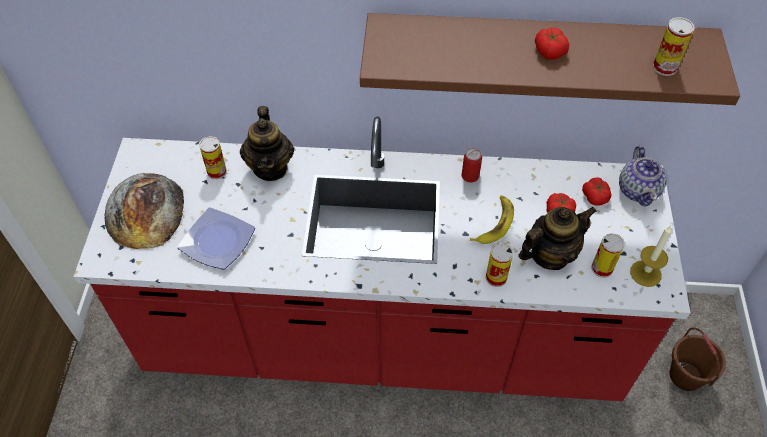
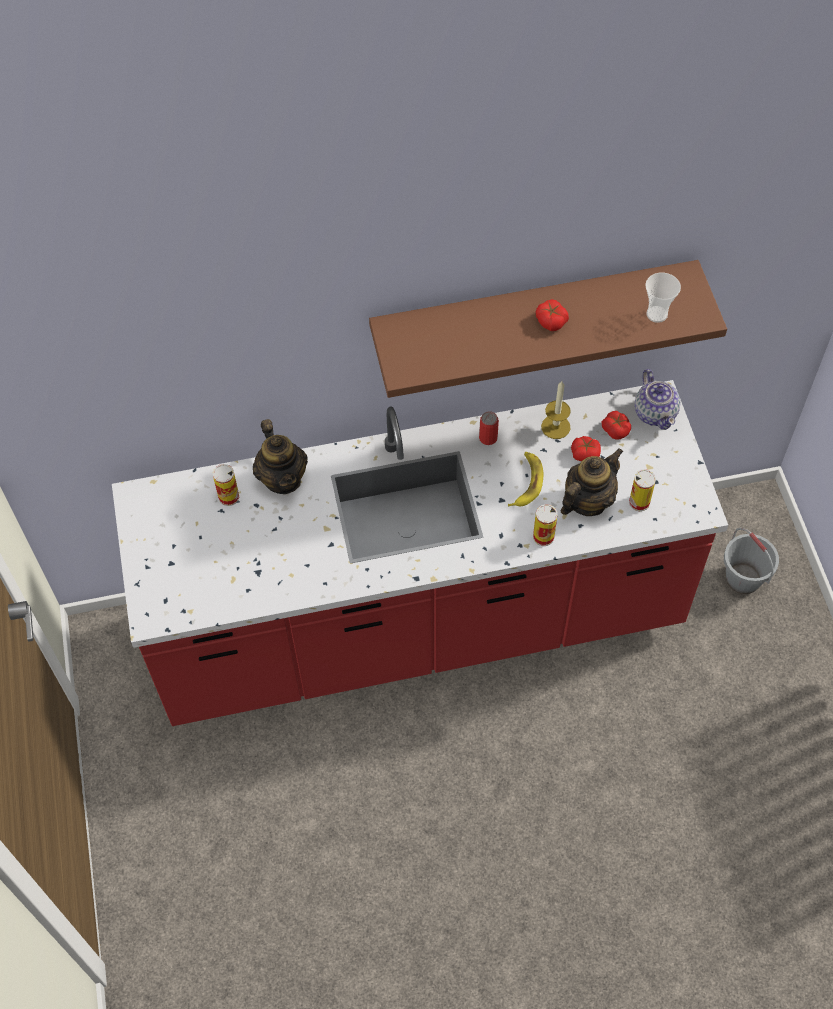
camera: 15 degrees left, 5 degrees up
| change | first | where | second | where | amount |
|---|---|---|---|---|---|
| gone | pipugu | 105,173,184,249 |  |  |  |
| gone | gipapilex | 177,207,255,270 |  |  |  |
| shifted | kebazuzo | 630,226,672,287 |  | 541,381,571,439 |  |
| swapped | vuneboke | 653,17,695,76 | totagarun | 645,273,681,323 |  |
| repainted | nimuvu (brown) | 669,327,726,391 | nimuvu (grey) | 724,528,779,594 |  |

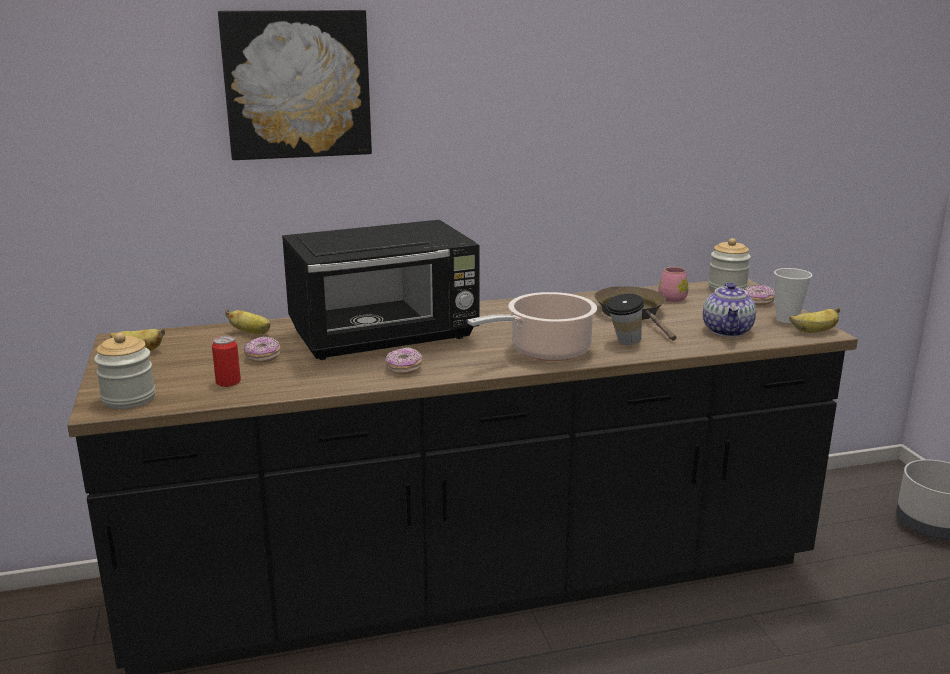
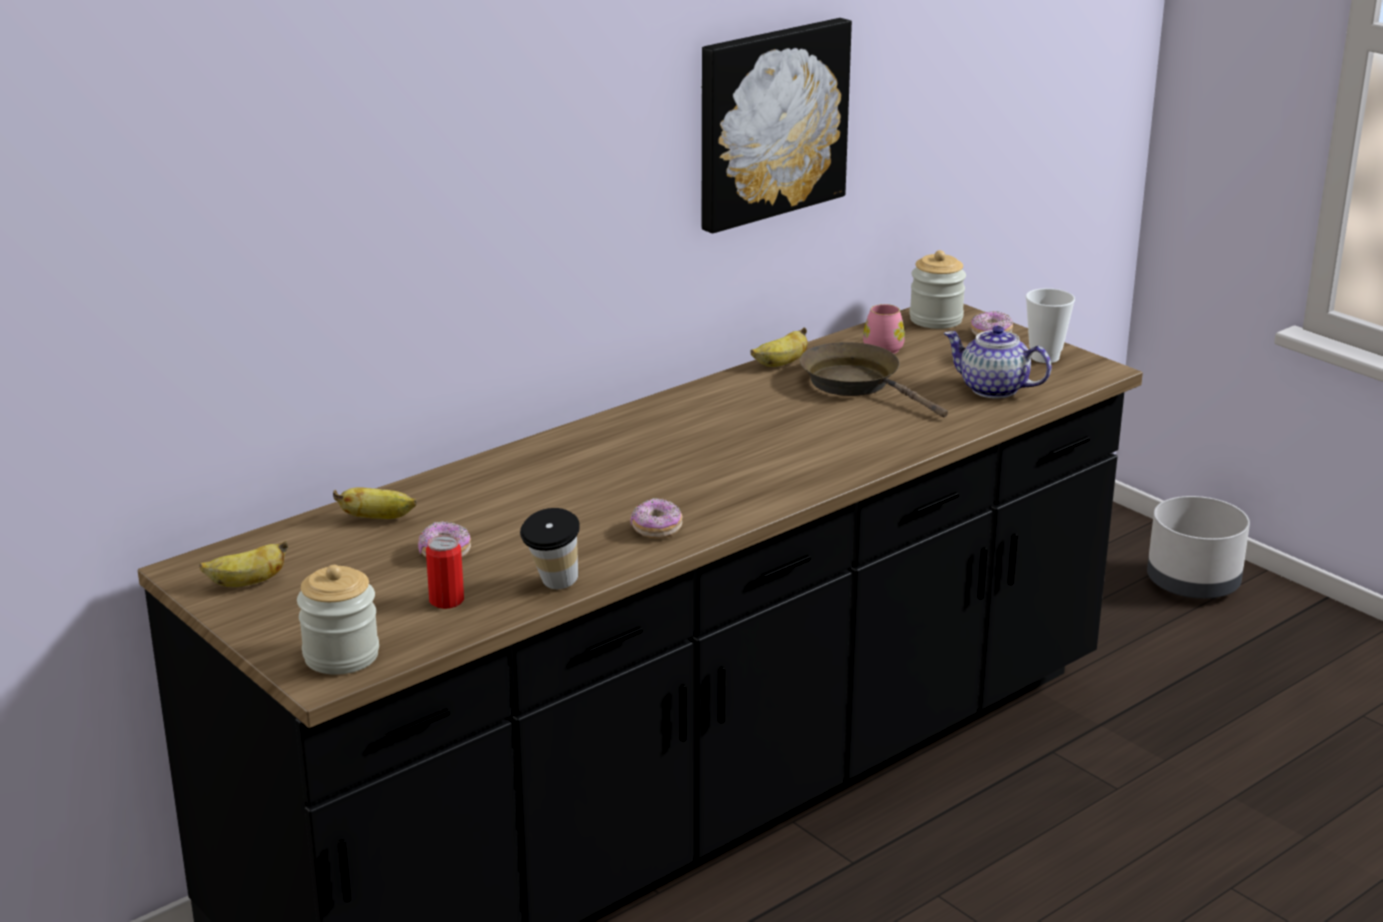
camera: 25 degrees left, 5 degrees up
| change | first | where | second | where | amount |
|---|---|---|---|---|---|
| gone | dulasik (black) | 282,220,480,360 |  |  |  |
| gone | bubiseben | 467,292,597,361 |  |  |  |
| shifted | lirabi | 218,10,372,160 |  | 701,18,852,233 |  |
| shifted | totagarun | 606,294,644,345 |  | 520,508,580,589 |  |
| shifted | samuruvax | 789,307,840,333 |  | 751,327,808,367 |  |
| rotated | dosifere | 703,282,756,337 |  | 944,325,1052,399 | 135 degrees clockwise |

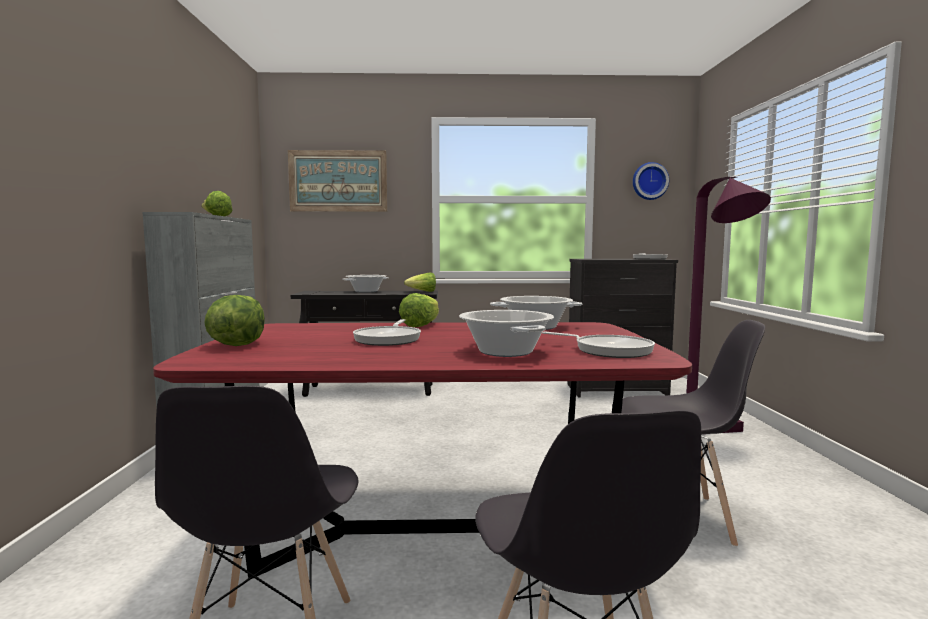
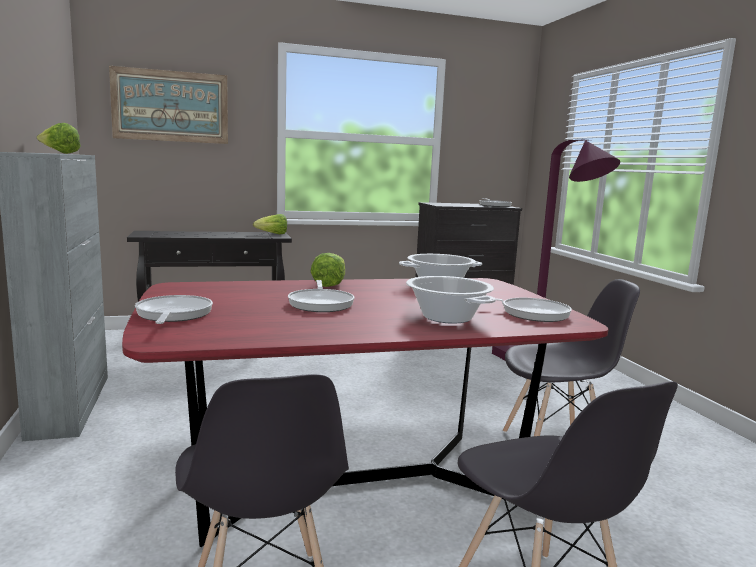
camera: 15 degrees left, 5 degrees up
| change | first | where | second | where | amount |
|---|---|---|---|---|---|
| gone | bubiseben | 342,275,388,292 |  |  |  |
| gone | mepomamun | 633,162,669,200 |  |  |  |
| swapped | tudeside | 204,295,265,346 | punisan | 135,295,213,324 |  |

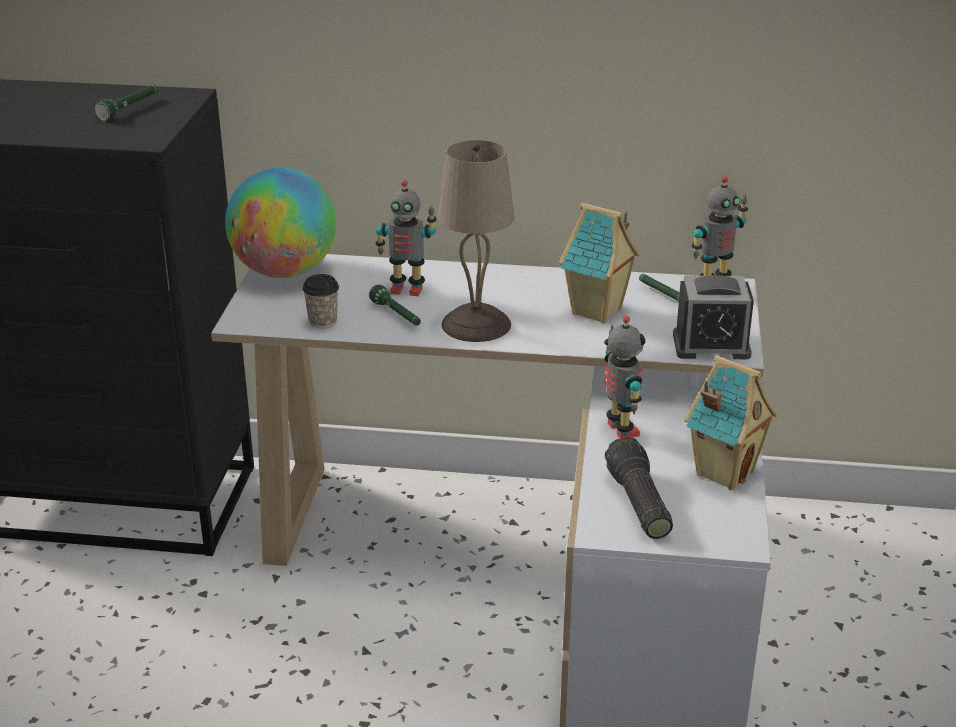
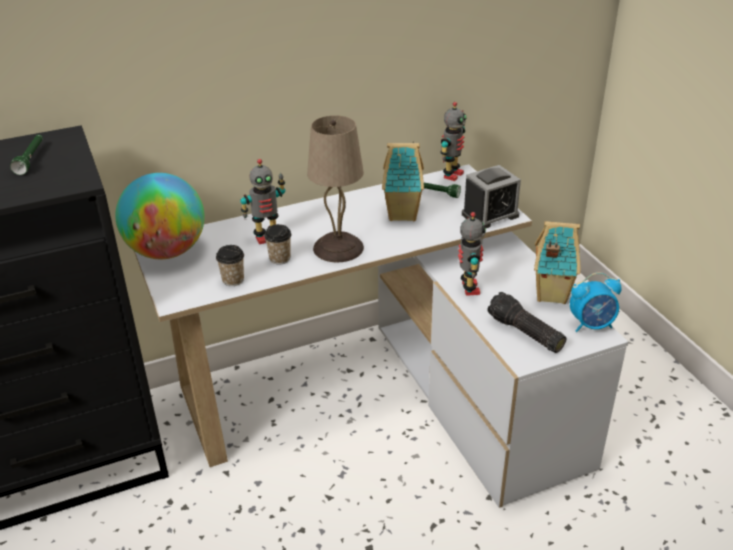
camera: 30 degrees left, 5 degrees up
| change | first | where | second | where | amount |
|---|---|---|---|---|---|
| new |  |  | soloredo | 570,272,622,332 |  |
| swapped | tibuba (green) | 369,284,421,326 | totagarun | 264,224,292,264 |  |
| rotated | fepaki | 603,316,646,439 |  | 458,212,486,296 | 45 degrees clockwise |

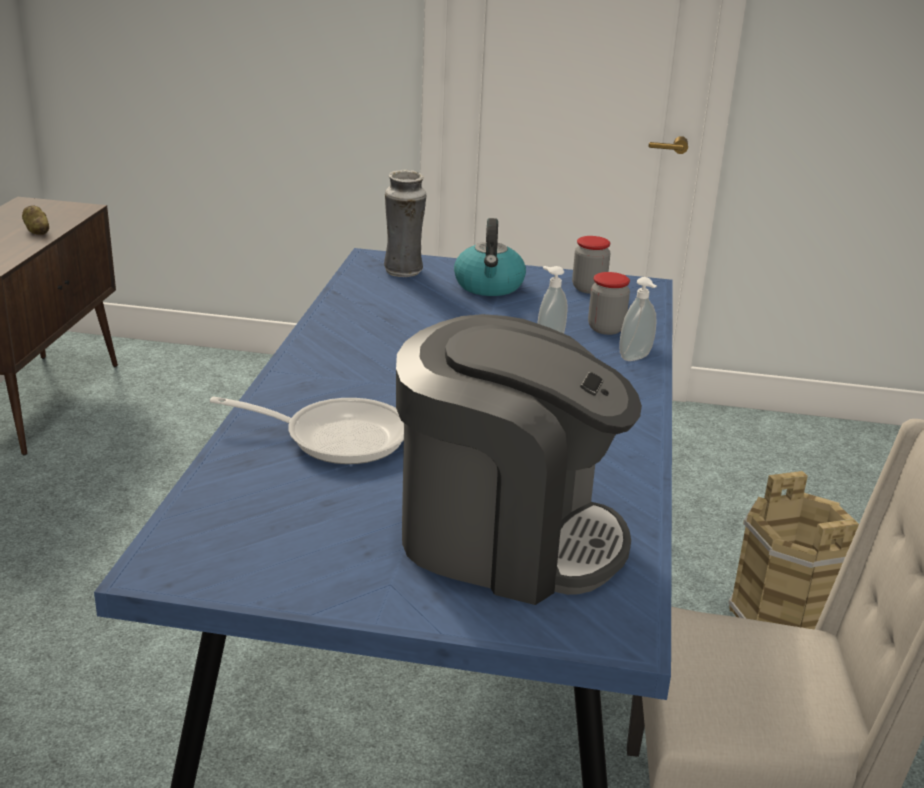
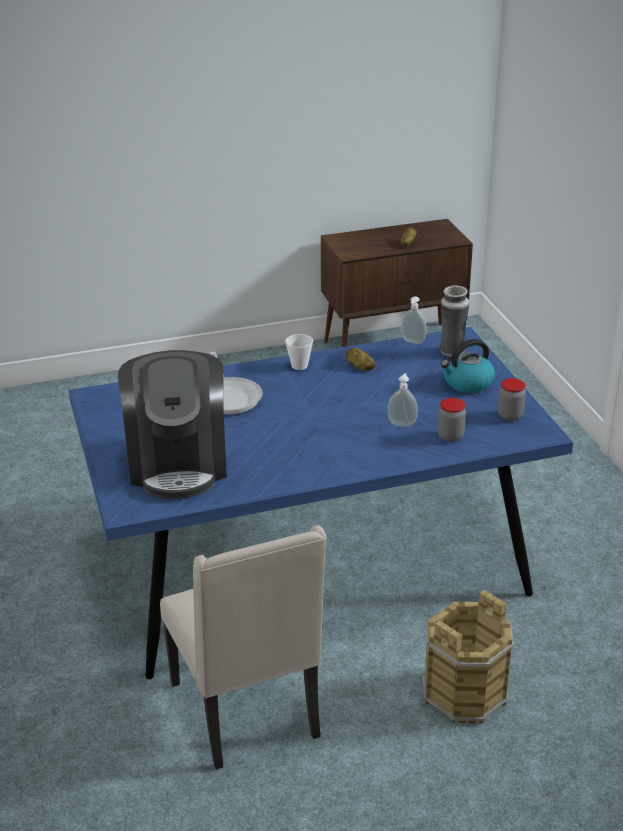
camera: 65 degrees right, 5 degrees up
| change | first | where | second | where | amount |
|---|---|---|---|---|---|
| new |  |  | totagarun | 285,334,313,370 |  |
| new |  |  | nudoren | 346,348,375,370 |  |
| shifted | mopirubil | 619,277,657,361 |  | 401,296,427,344 |  |

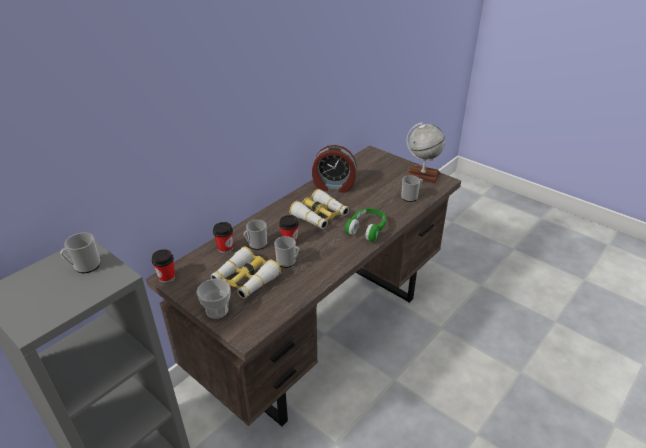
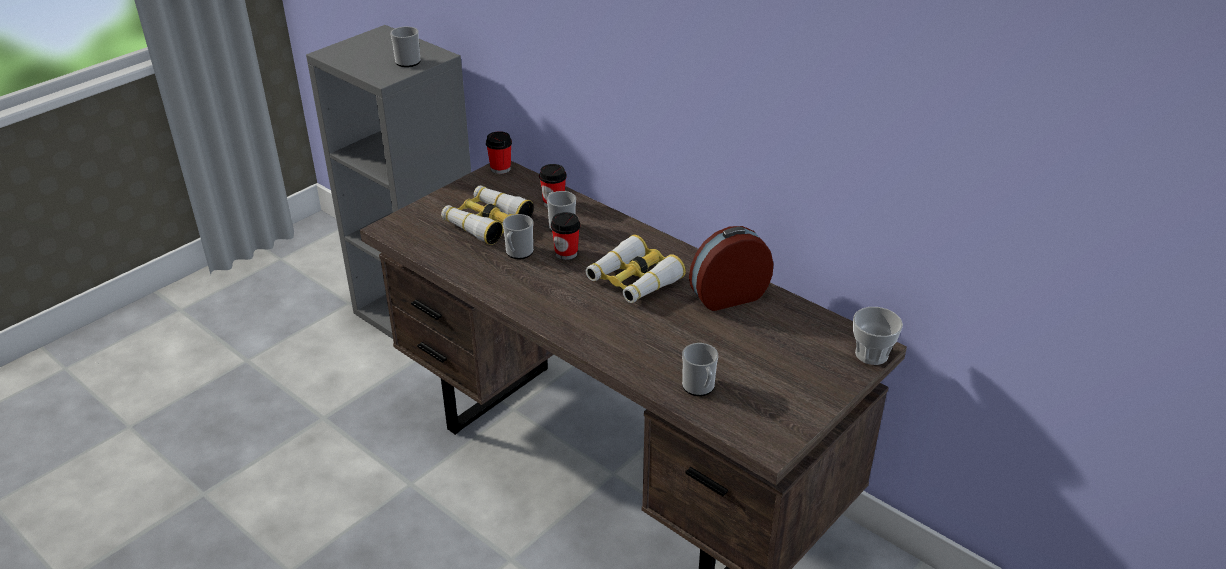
camera: 90 degrees right, 0 degrees up
| change | first | where | second | where | amount |
|---|---|---|---|---|---|
| gone | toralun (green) | 345,208,386,242 |  |  |  |
| gone | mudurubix | 406,122,445,183 |  |  |  |
| shifted | totagarun | 196,279,231,319 |  | 853,307,903,365 |  |
| rotated | soloredo | 312,145,357,193 |  | 689,226,774,311 | 60 degrees clockwise |

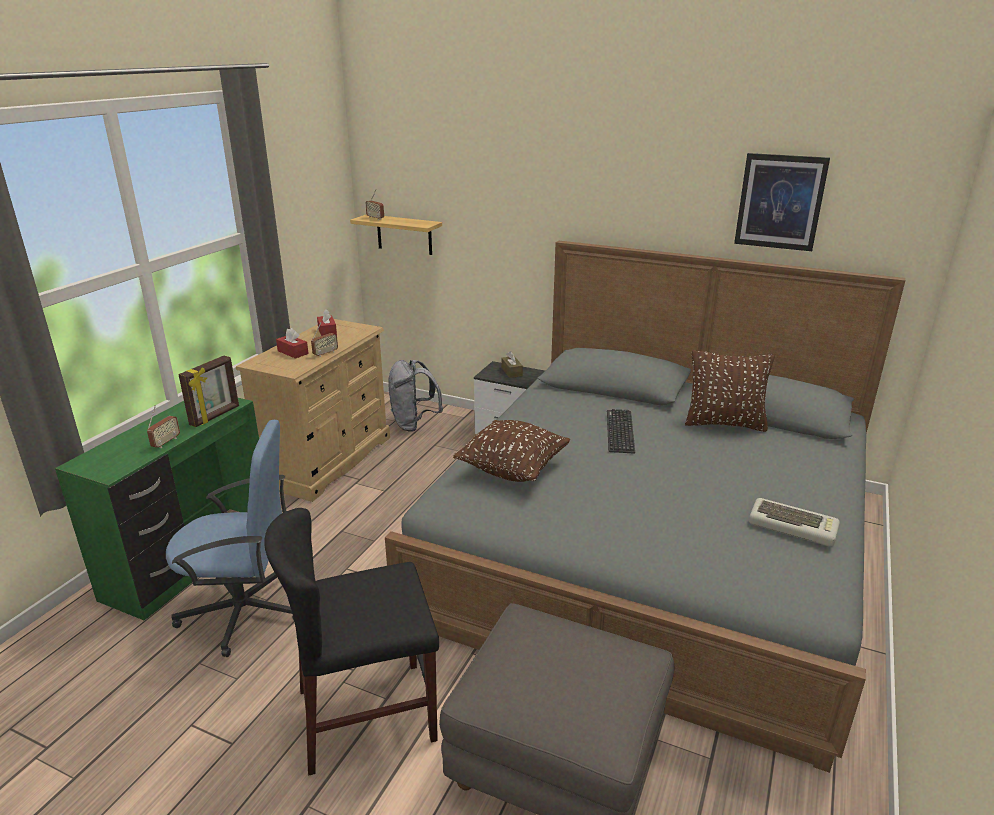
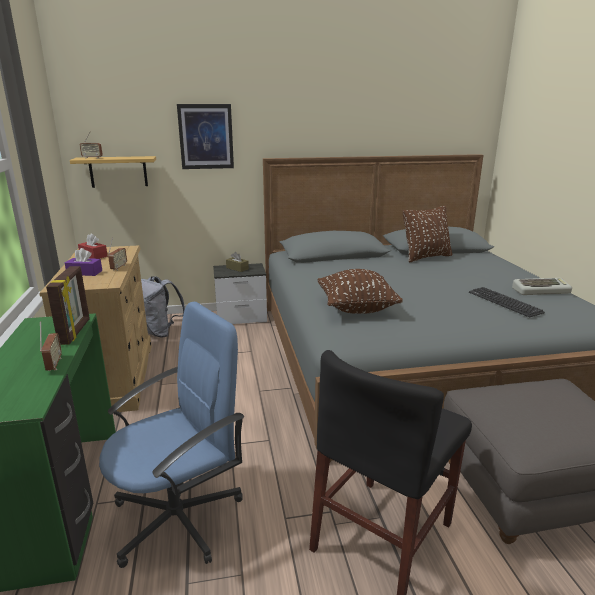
camera: 35 degrees left, 5 degrees down
| change | first | where | second | where | amount |
|---|---|---|---|---|---|
| shifted | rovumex | 607,409,635,453 |  | 469,287,545,317 |  |
| shifted | lirabi | 734,153,830,251 |  | 177,104,234,169 |  |
| repainted | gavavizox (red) | 276,328,309,359 | gavavizox (purple) | 65,248,102,276 |  |

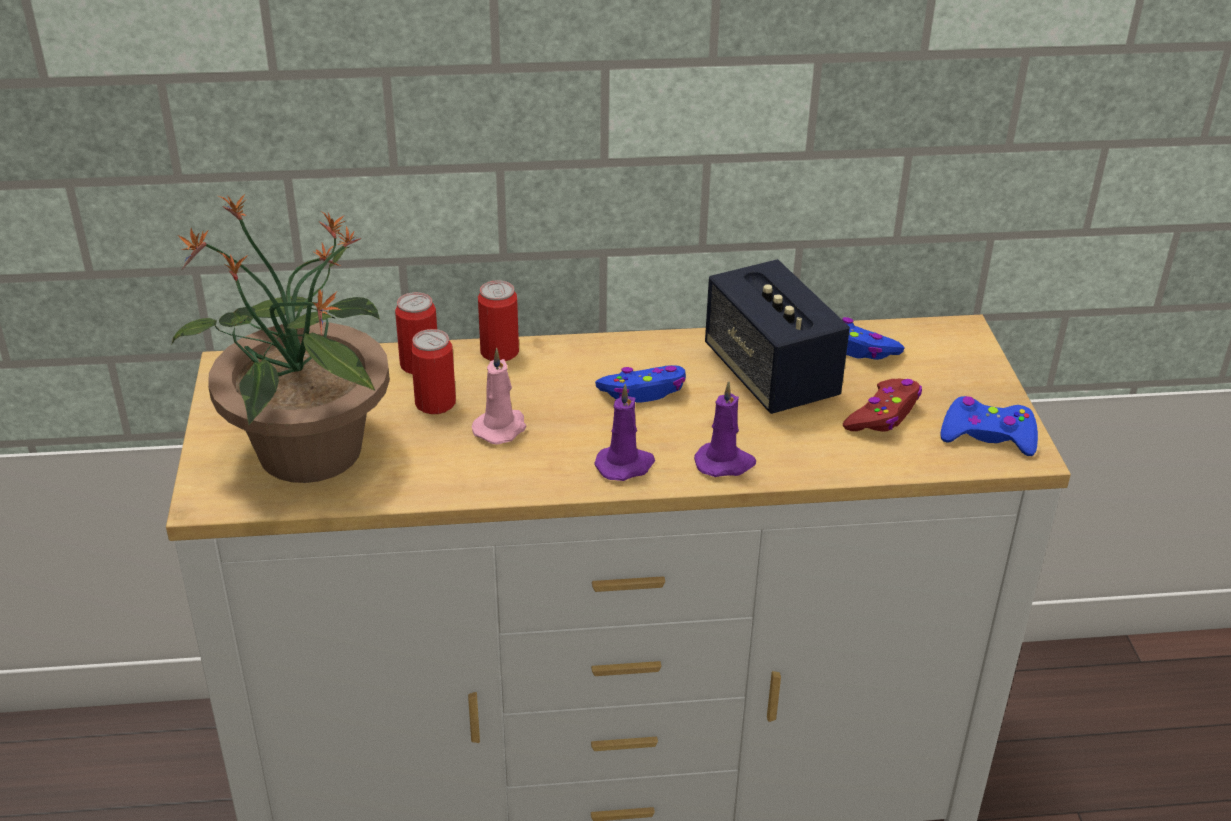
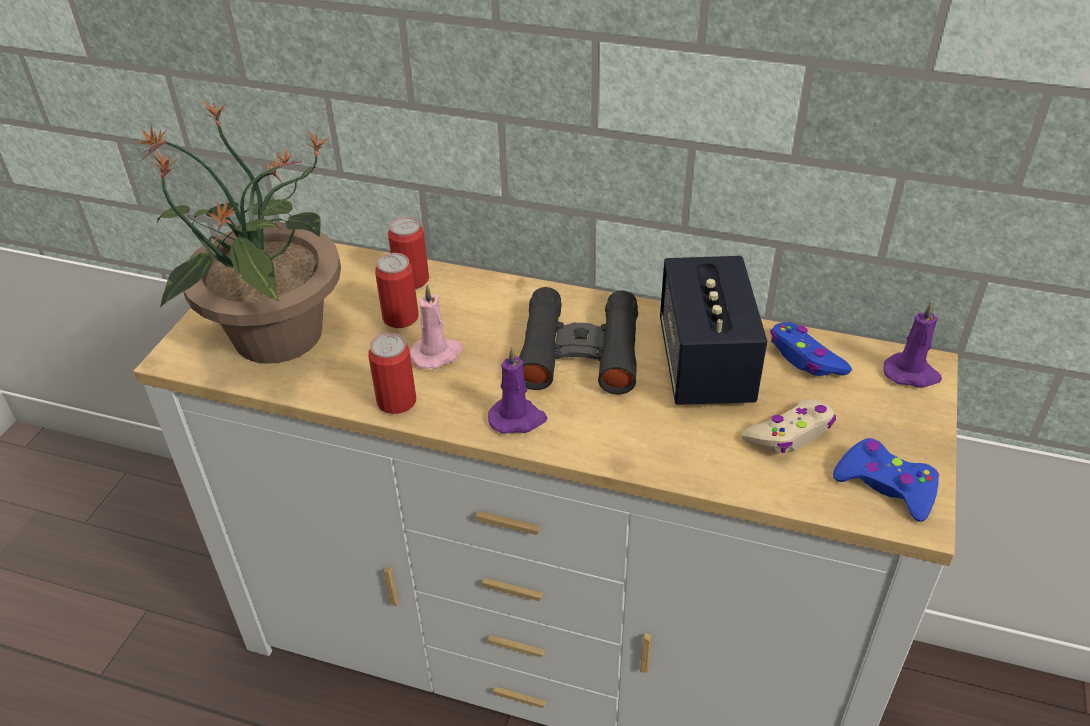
camera: 25 degrees right, 5 degrees up
| change | first | where | second | where | amount |
|---|---|---|---|---|---|
| shifted | vuneboke | 478,280,519,361 |  | 368,333,416,414 |  |
| shifted | kebazuzo (purple) | 694,381,756,477 |  | 884,301,942,388 |  |
| swapped | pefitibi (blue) | 595,365,686,403 | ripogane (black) | 519,287,638,395 |  |
| repainted | pefitibi (red) | 843,379,922,432 | pefitibi (beige) | 741,399,836,453 |  |

